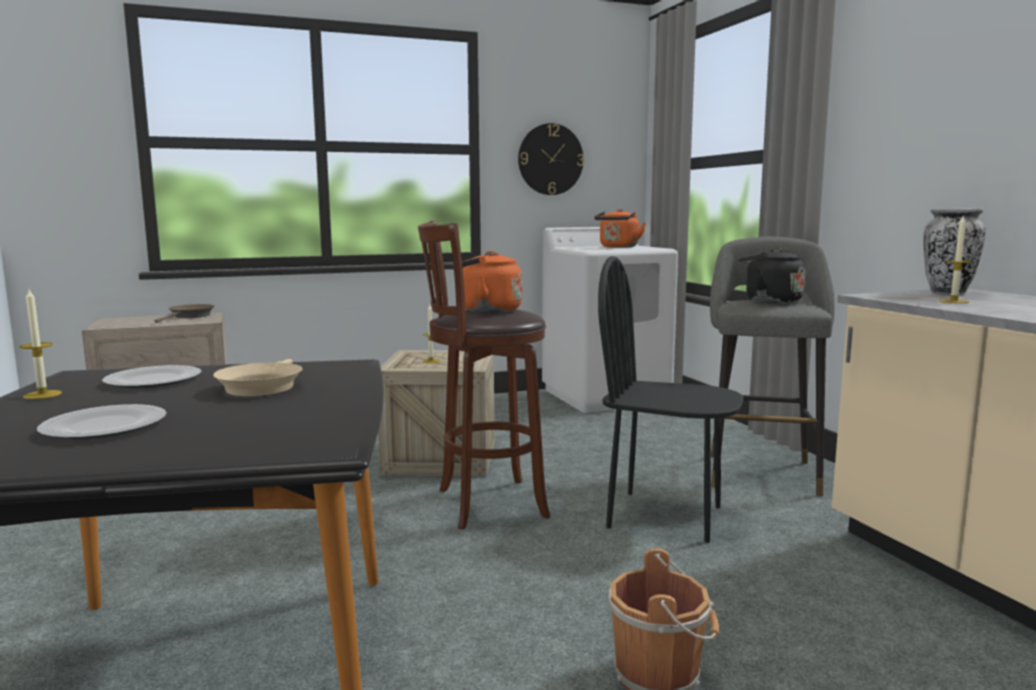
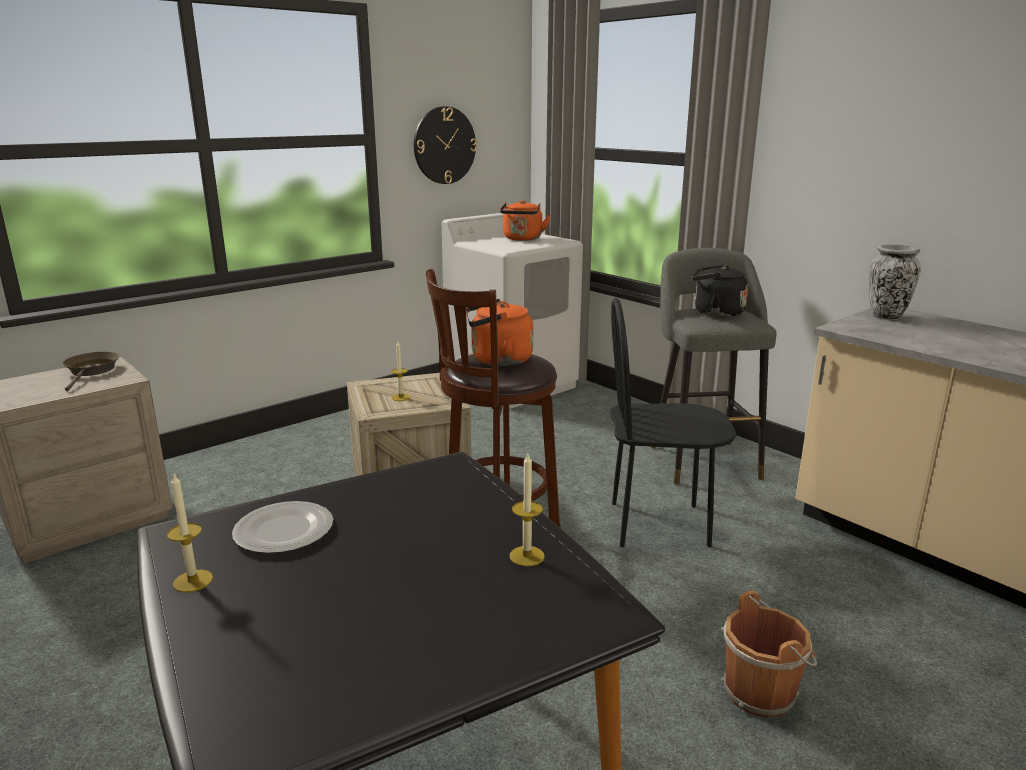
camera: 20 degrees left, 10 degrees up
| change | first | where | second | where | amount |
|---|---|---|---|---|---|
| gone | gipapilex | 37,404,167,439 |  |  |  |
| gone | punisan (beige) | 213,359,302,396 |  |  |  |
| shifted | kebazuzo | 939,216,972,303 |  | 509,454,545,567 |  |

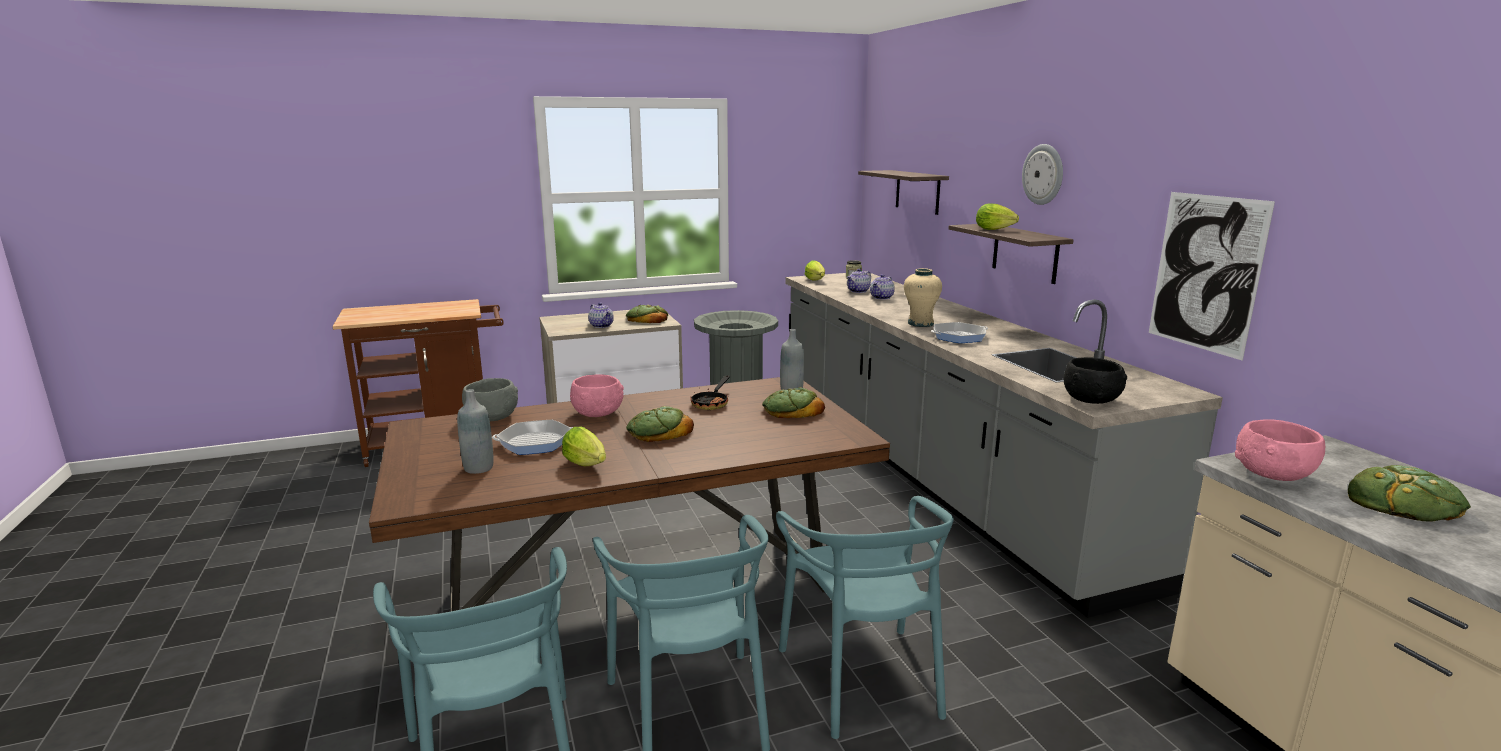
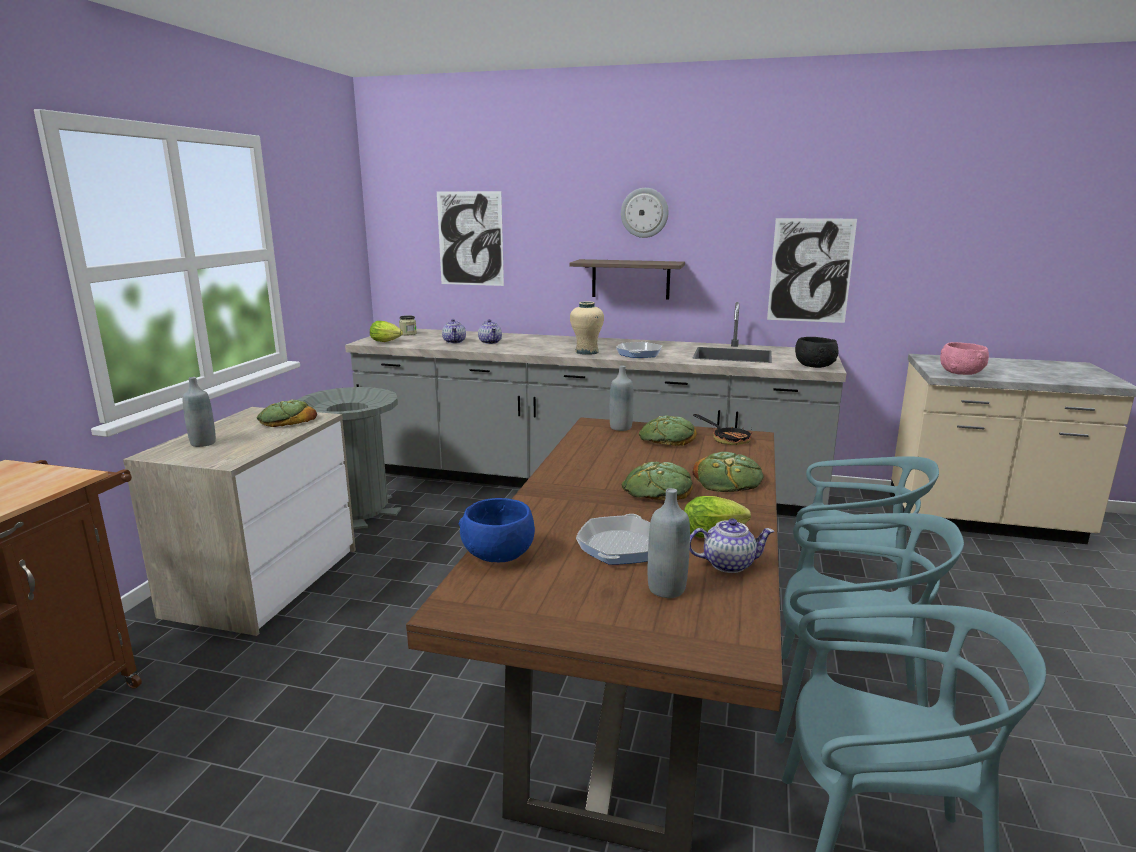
camera: 55 degrees left, 0 degrees up
| change | first | where | second | where | amount |
|---|---|---|---|---|---|
| gone | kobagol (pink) | 570,374,624,417 |  |  |  |
| gone | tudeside | 976,203,1019,230 |  |  |  |
| new |  |  | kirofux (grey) | 183,377,216,447 |  |
| shifted | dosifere | 588,302,614,328 |  | 690,518,774,573 |  |
| shifted | punisan | 690,375,730,410 |  | 693,414,752,445 |  |
| shifted | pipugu | 1348,465,1471,522 |  | 692,452,764,492 |  |
| swapped | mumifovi | 858,170,949,215 | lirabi | 437,191,504,286 |  |
| repainted | kobagol (grey) | 462,378,518,421 | kobagol (blue) | 459,498,535,562 |  |

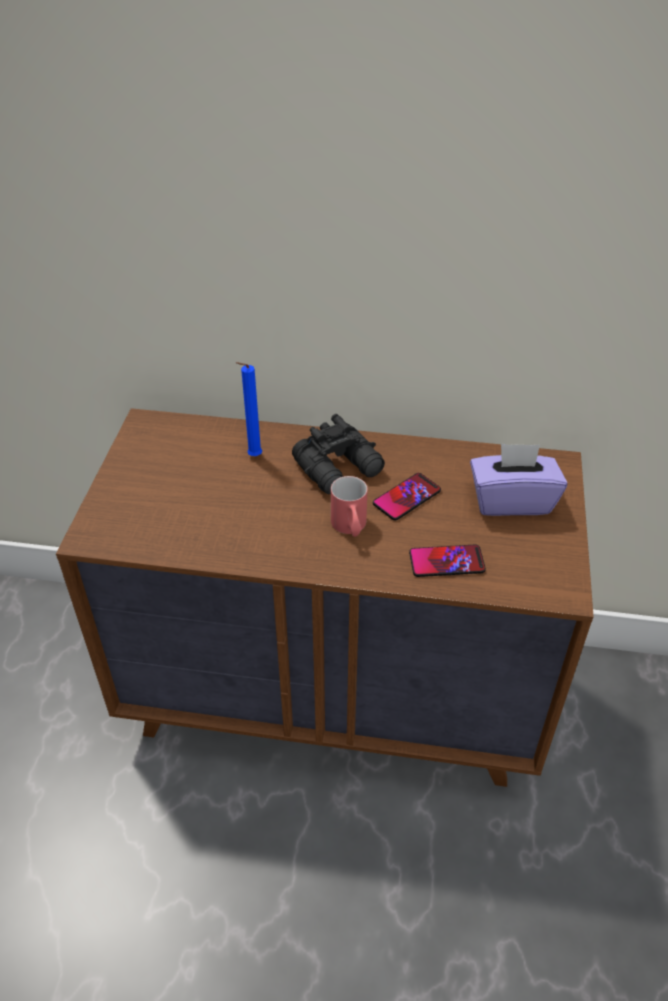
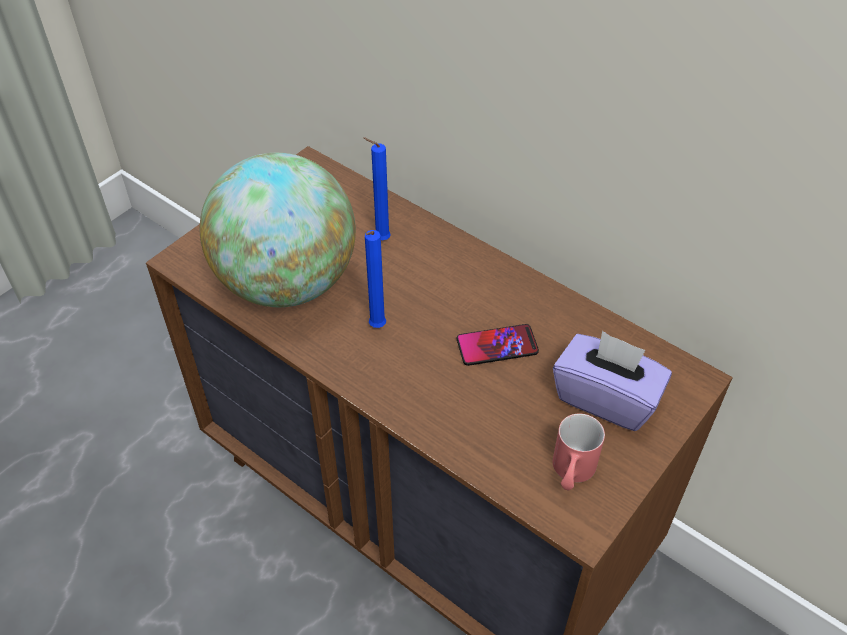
camera: 30 degrees right, 5 degrees up
| change | first | where | second | where | amount |
|---|---|---|---|---|---|
| gone | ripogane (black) | 292,414,385,494 |  |  |  |
| gone | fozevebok | 409,545,486,577 |  |  |  |
| new |  |  | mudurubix | 200,153,356,307 |  |
| new |  |  | kebazuzo (blue) | 365,230,386,328 |  |
| shifted | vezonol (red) | 331,476,368,537 |  | 553,414,605,490 |  |

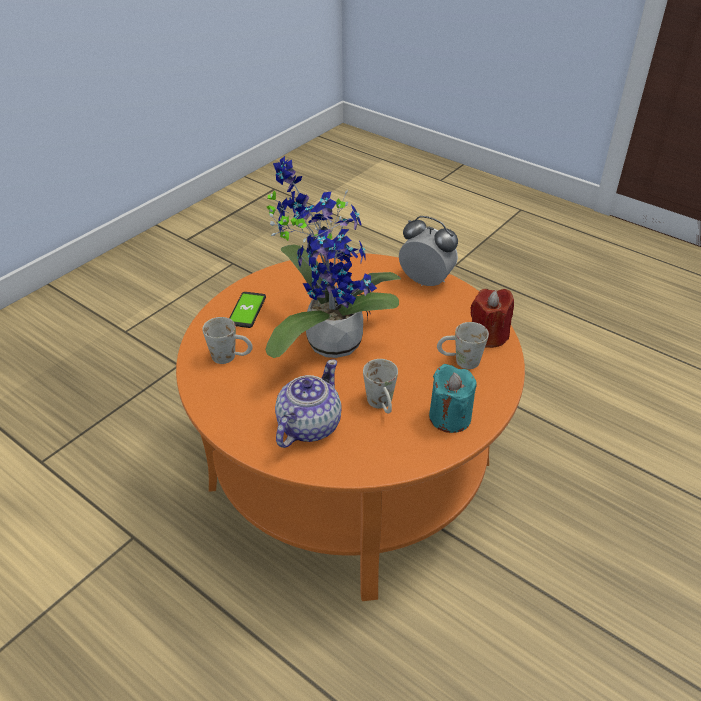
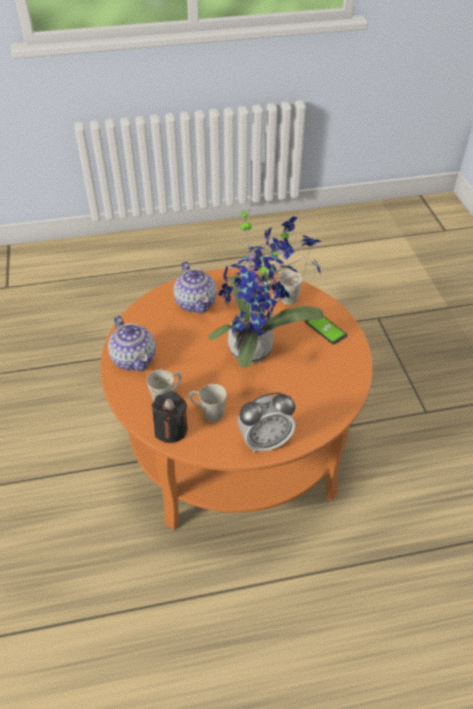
camera: 130 degrees right, 5 degrees up
| change | first | where | second | where | amount |
|---|---|---|---|---|---|
| shifted | vezonol (white) | 363,359,398,414 |  | 188,384,227,422 |  |
| swapped | kebazuzo (turquoise) | 429,364,477,433 | dosifere | 108,315,156,372 |  |
| repainted | kebazuzo (red) | 470,289,514,348 | kebazuzo (black) | 152,391,188,443 |  |

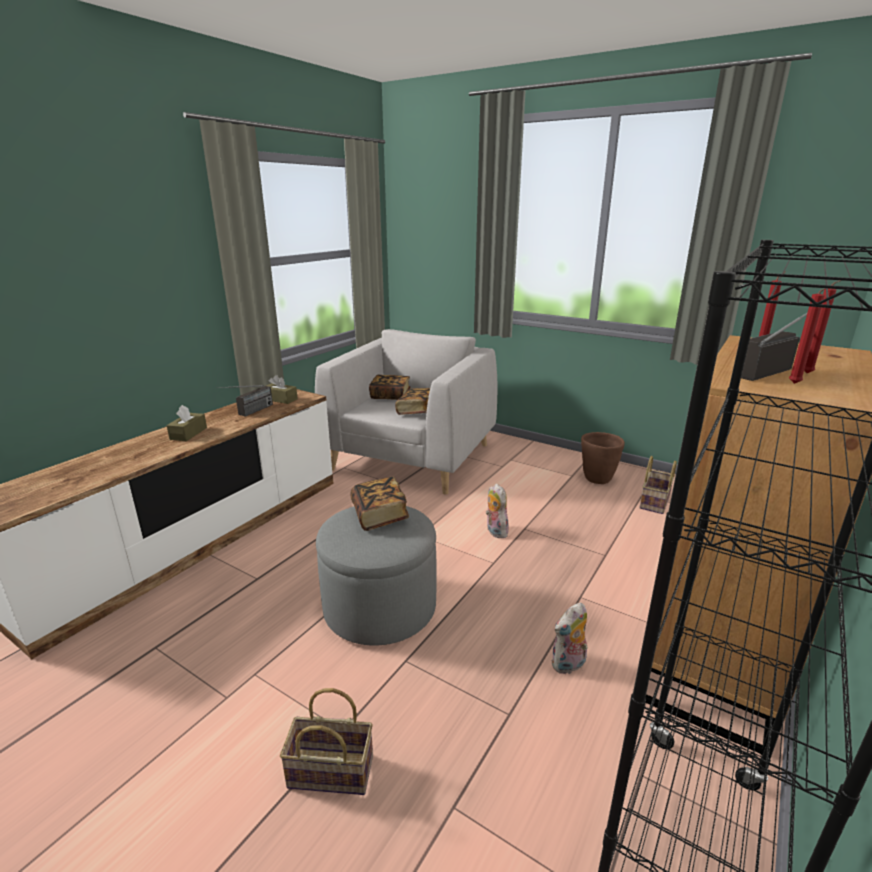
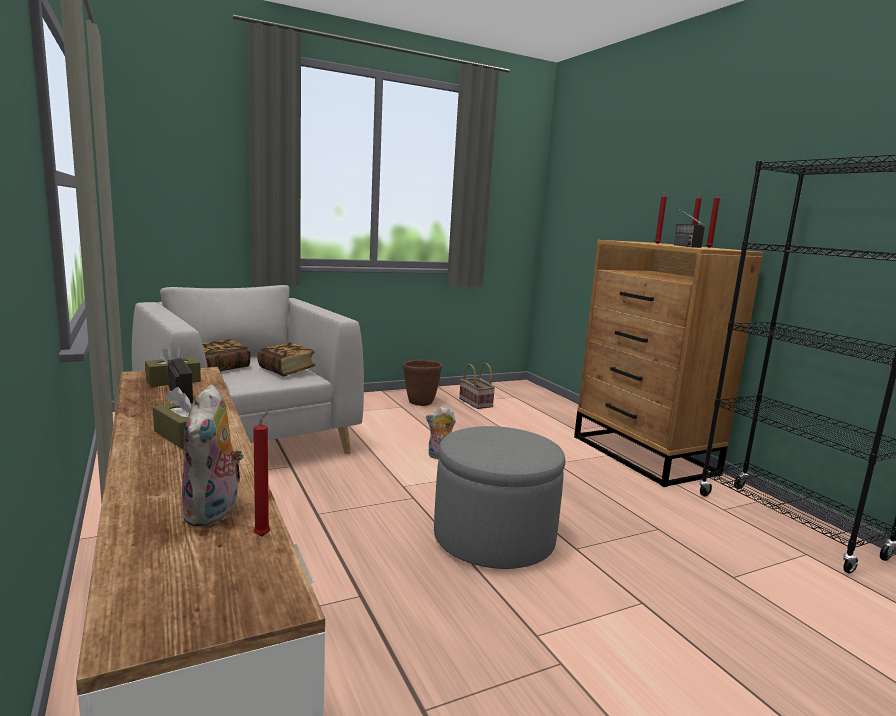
camera: 60 degrees left, 10 degrees down
| change | first | where | second | where | amount |
|---|---|---|---|---|---|
| gone | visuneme | 280,688,373,795 |  |  |  |
| gone | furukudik | 350,477,409,531 |  |  |  |
| new |  |  | kebazuzo (red) | 253,410,270,536 |  |
| shifted | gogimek | 551,602,588,674 |  | 181,385,244,527 |  |

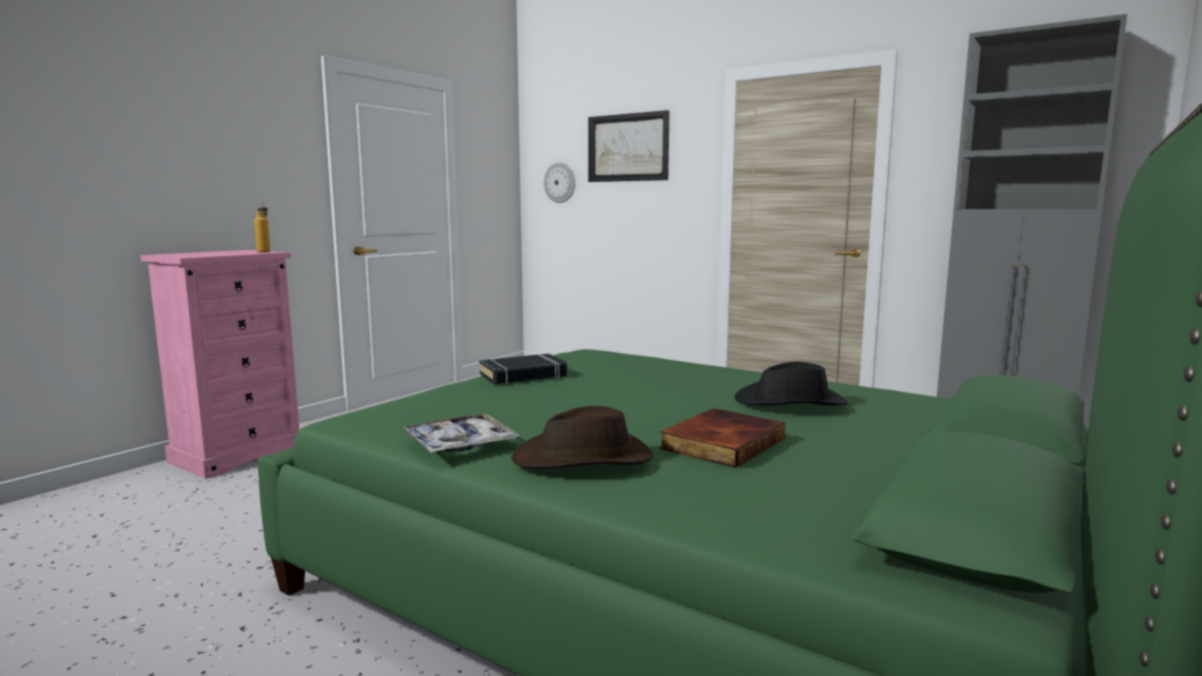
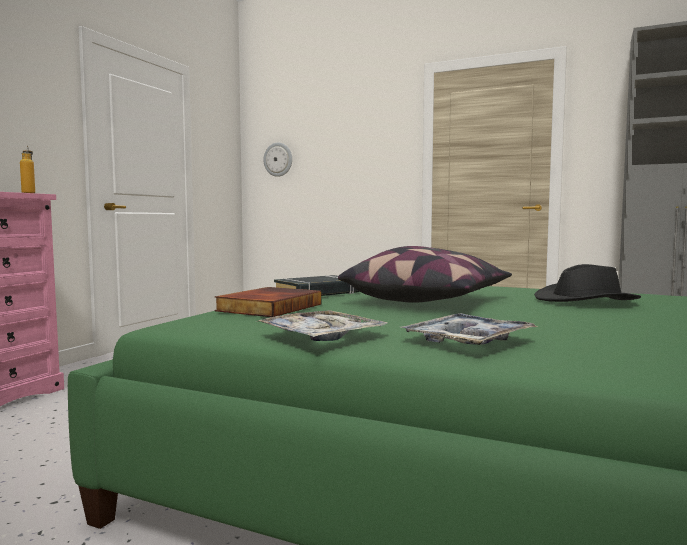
camera: 10 degrees left, 5 degrees down
| change | first | where | second | where | amount |
|---|---|---|---|---|---|
| gone | lirabi | 588,110,669,182 |  |  |  |
| new |  |  | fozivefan | 338,246,512,303 |  |
| shifted | furukudik | 659,408,785,468 |  | 214,287,322,317 |  |
| swapped | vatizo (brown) | 511,406,653,468 | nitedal | 399,313,538,345 |  |

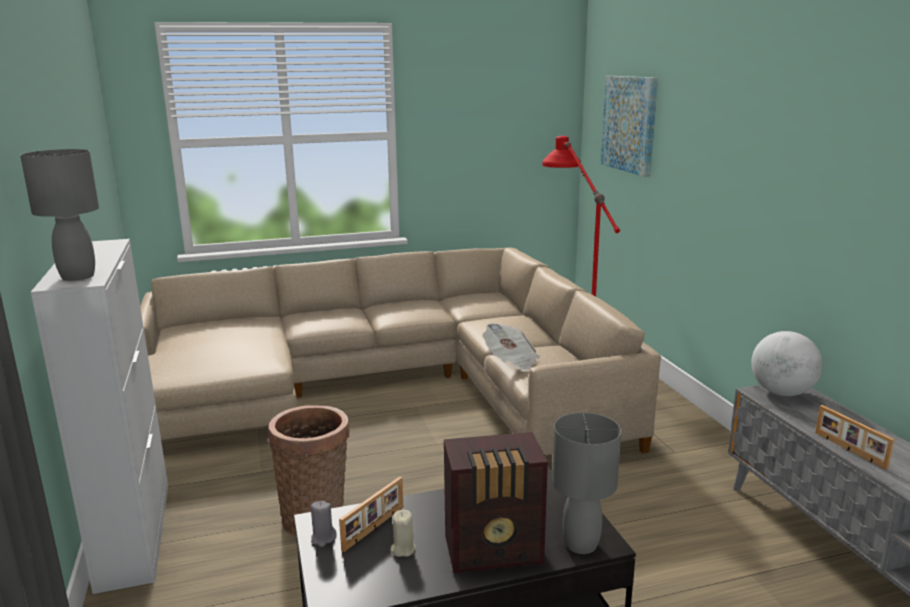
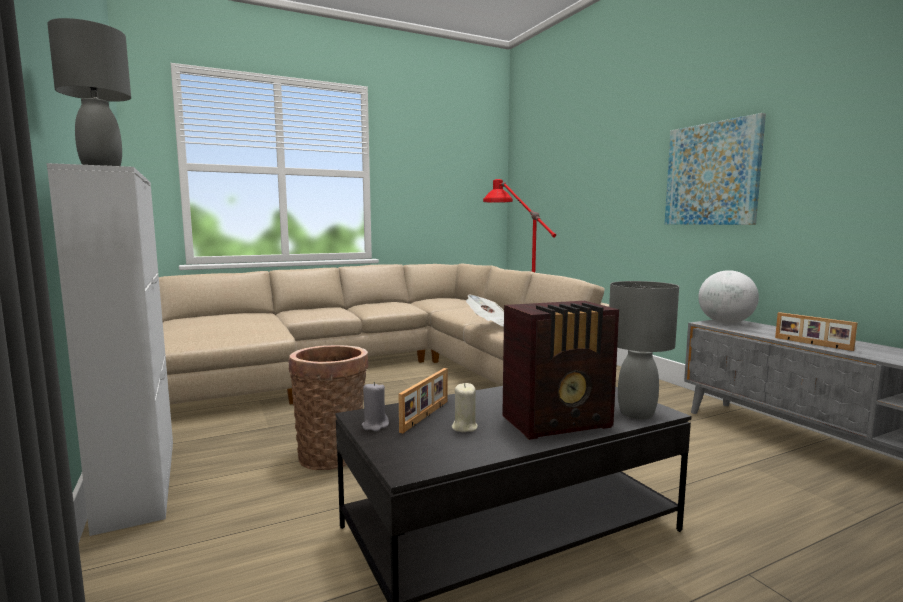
camera: 10 degrees left, 10 degrees down
| change | first | where | second | where | amount |
|---|---|---|---|---|---|
| shifted | lirabi | 601,76,658,177 |  | 665,113,766,225 |  |

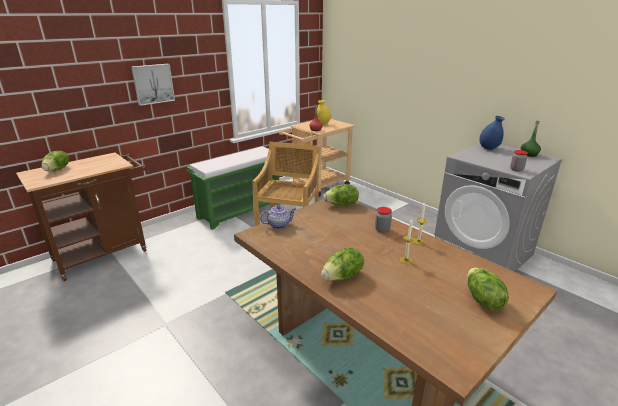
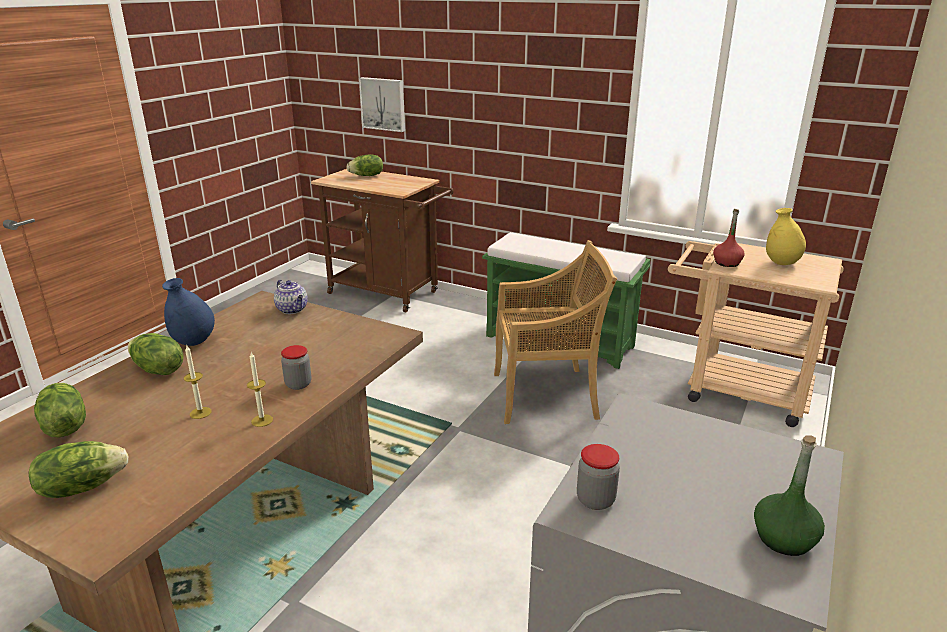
camera: 70 degrees right, 0 degrees up
| change | first | where | second | where | amount |
|---|---|---|---|---|---|
| shifted | lirabi | 131,64,175,106 |  | 359,77,405,132 |  |
| shifted | tudeside | 323,184,359,206 |  | 34,383,86,438 |  |
| shifted | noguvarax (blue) | 480,116,505,150 |  | 162,278,215,346 |  |

